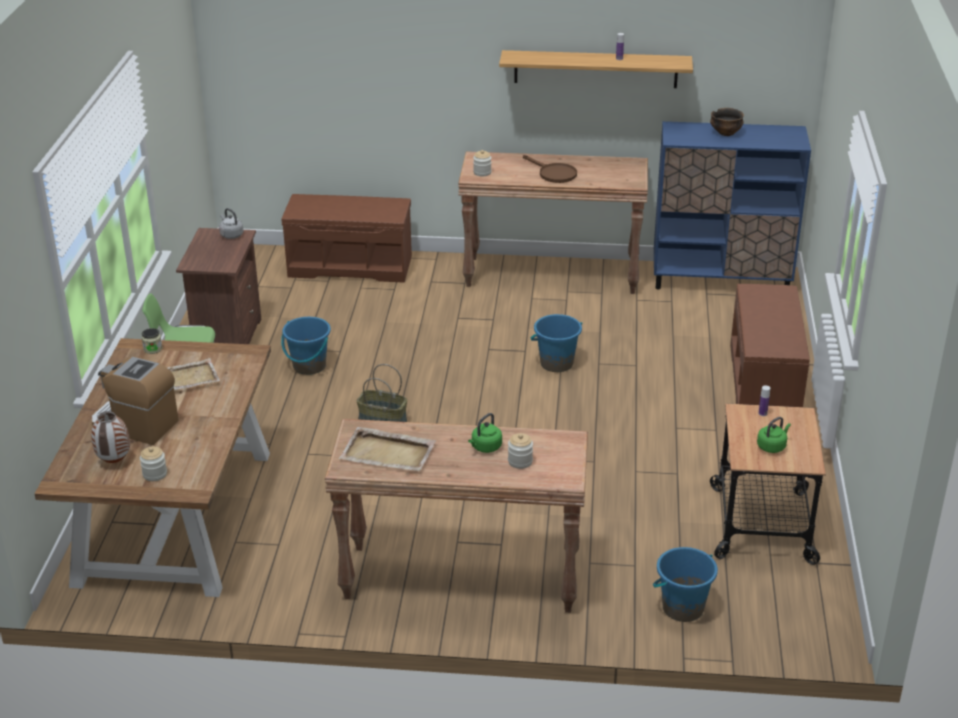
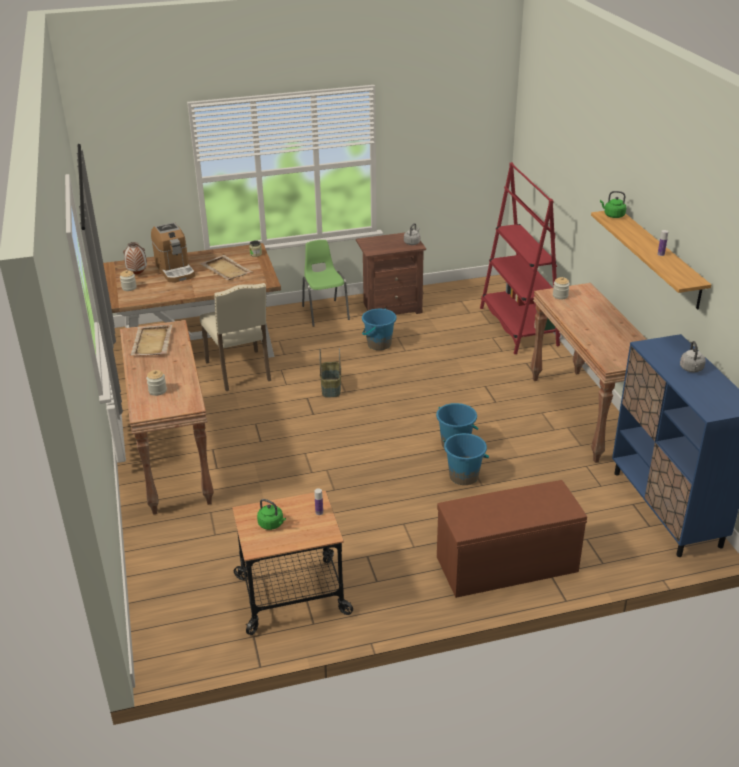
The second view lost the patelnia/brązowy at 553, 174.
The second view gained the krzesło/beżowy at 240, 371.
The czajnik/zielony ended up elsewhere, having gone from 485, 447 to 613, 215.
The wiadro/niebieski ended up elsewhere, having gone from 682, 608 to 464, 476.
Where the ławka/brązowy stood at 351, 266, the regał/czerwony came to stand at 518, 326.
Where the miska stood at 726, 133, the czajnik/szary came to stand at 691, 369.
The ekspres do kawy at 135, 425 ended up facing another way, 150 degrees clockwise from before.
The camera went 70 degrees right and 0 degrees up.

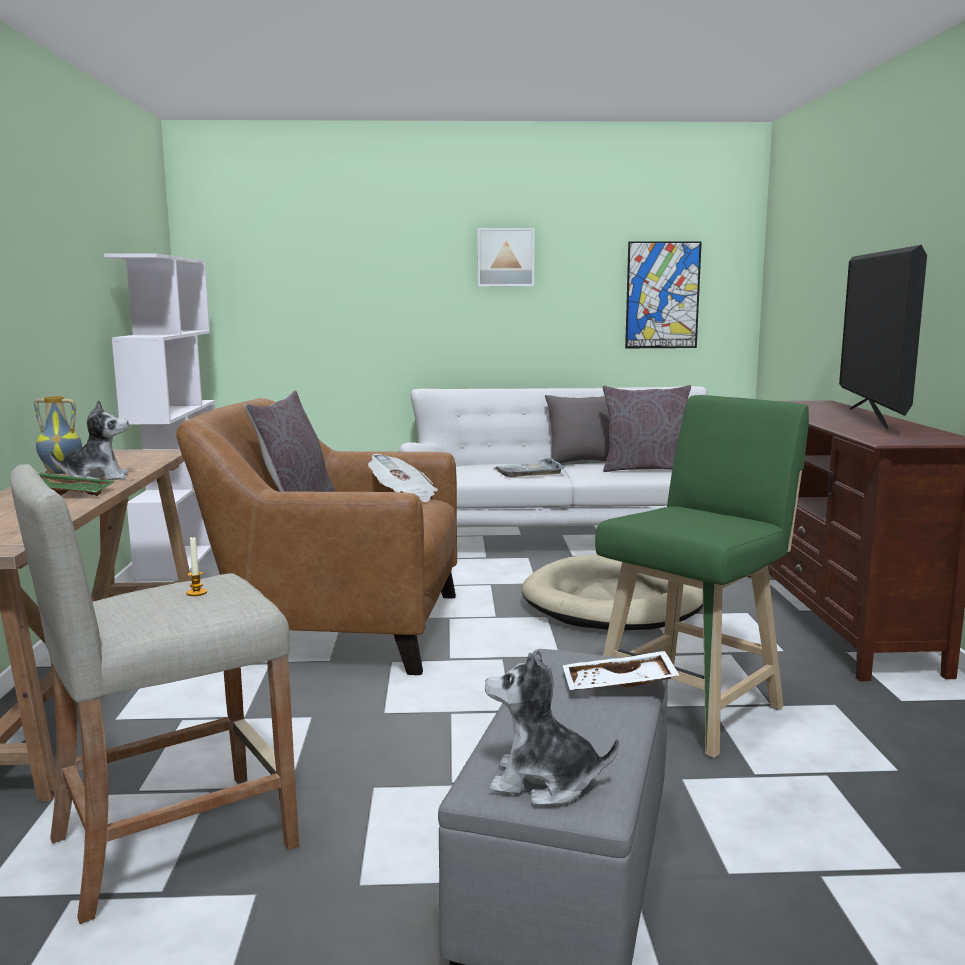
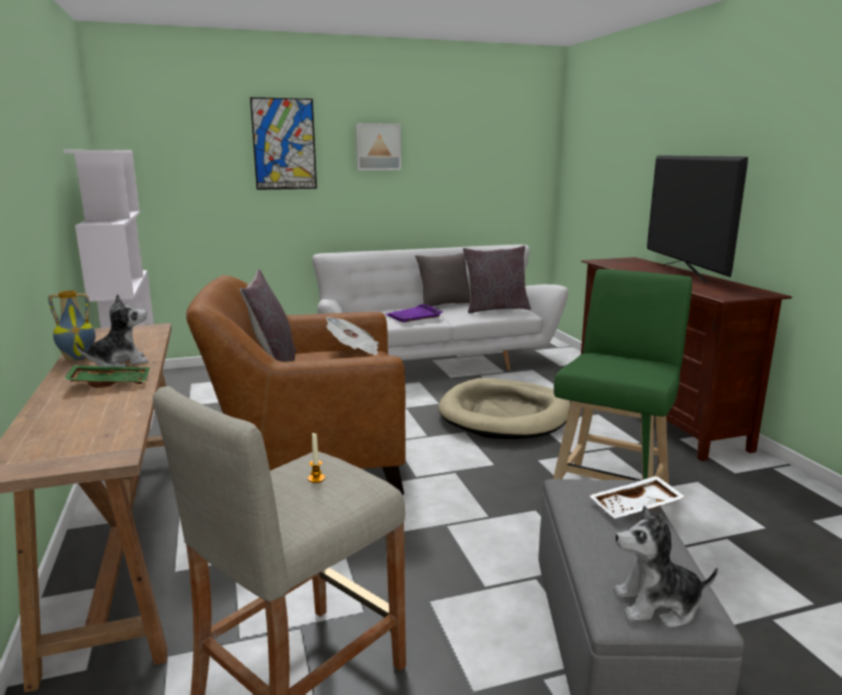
The obraz ended up elsewhere, having gone from 662, 295 to 284, 144.
What was the taca/szary at 529, 471 turned into the taca/fioletowy at 414, 316.
The camera went 15 degrees left and 5 degrees up.

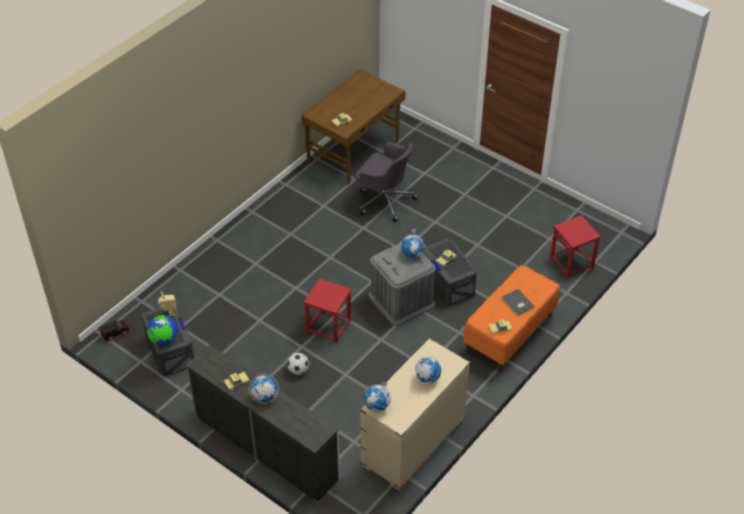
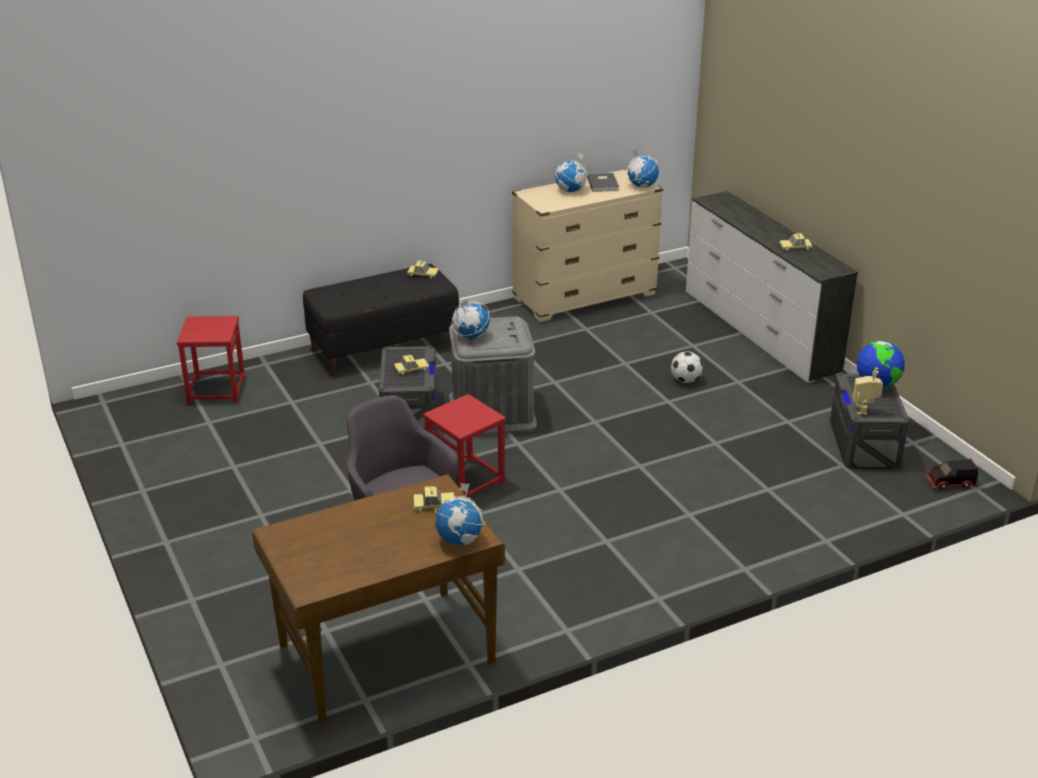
The globus ended up elsewhere, having gone from 264, 397 to 460, 539.
The stołek/czerwony ended up elsewhere, having gone from 328, 326 to 466, 480.
The książka/szary ended up elsewhere, having gone from 517, 303 to 603, 183.
What was the ławka/pomarańczowy at 509, 333 turned into the ławka/czarny at 384, 347.
The camera went 155 degrees left and 15 degrees down.

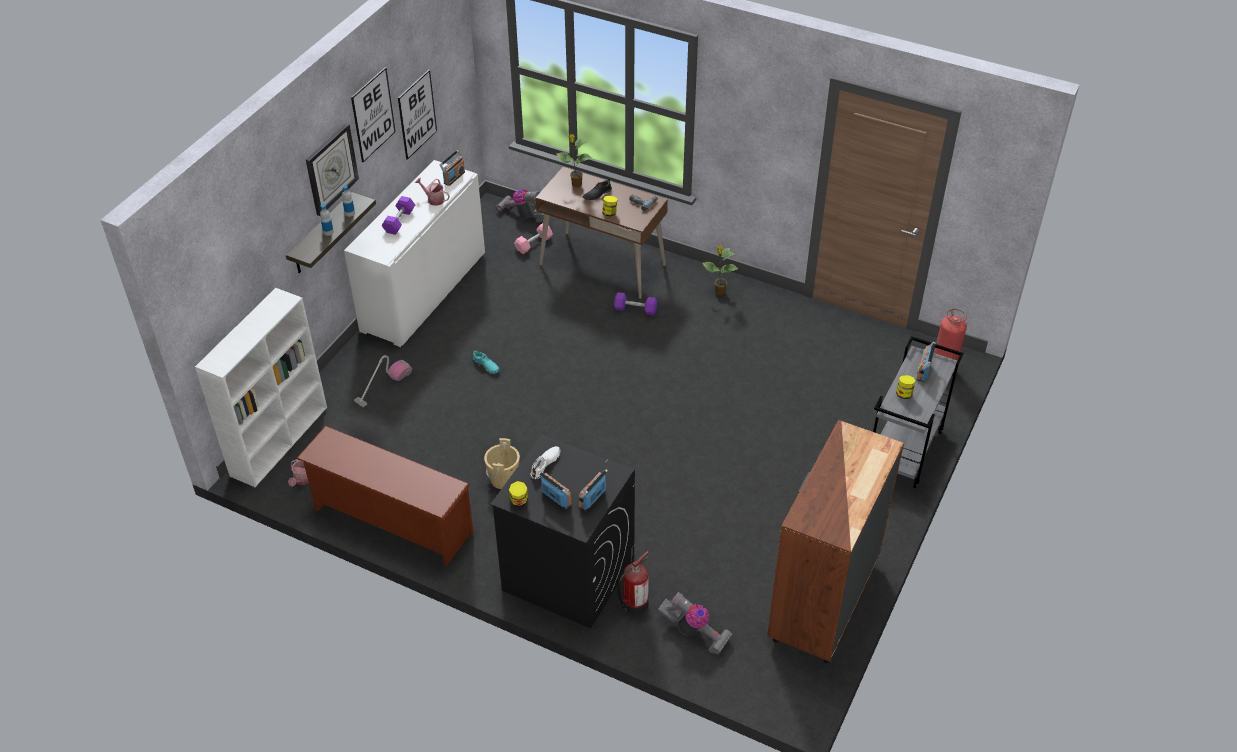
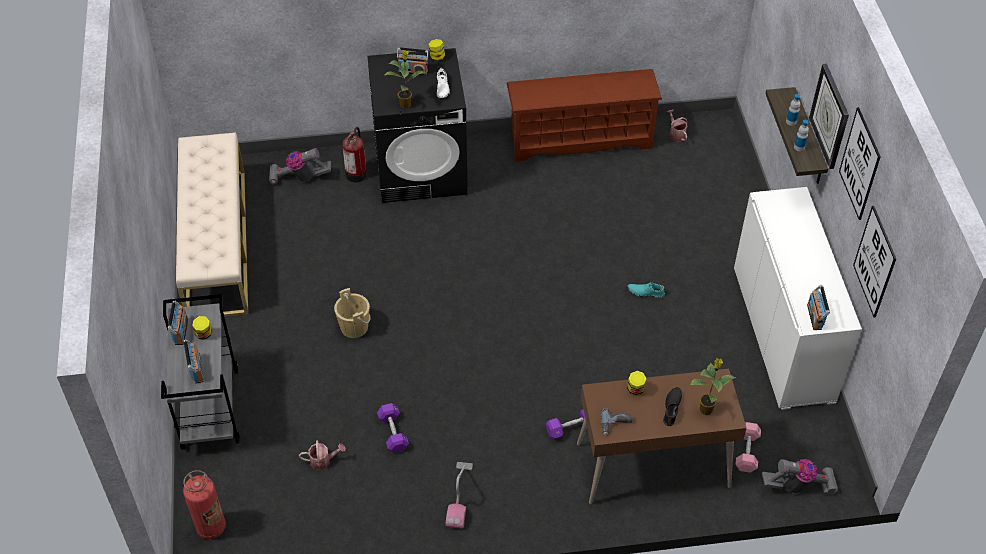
The second view lost the regał/biały at 280, 440.
The odkurzacz ended up elsewhere, having gone from 383, 386 to 459, 496.
The hantel/fioletowy ended up elsewhere, having gone from 399, 221 to 393, 432.
The konewka ended up elsewhere, having gone from 433, 199 to 323, 460.
The wiadro/beżowy ended up elsewhere, having gone from 504, 478 to 354, 327.
The radio ended up elsewhere, having gone from 592, 498 to 181, 332.
The roślina doniczkowa ended up elsewhere, having gone from 719, 292 to 406, 104.
Where the komoda/brązowy stood at 822, 601, the ławka/beżowy came to stand at 216, 243.
The camera went 145 degrees right and 5 degrees up.

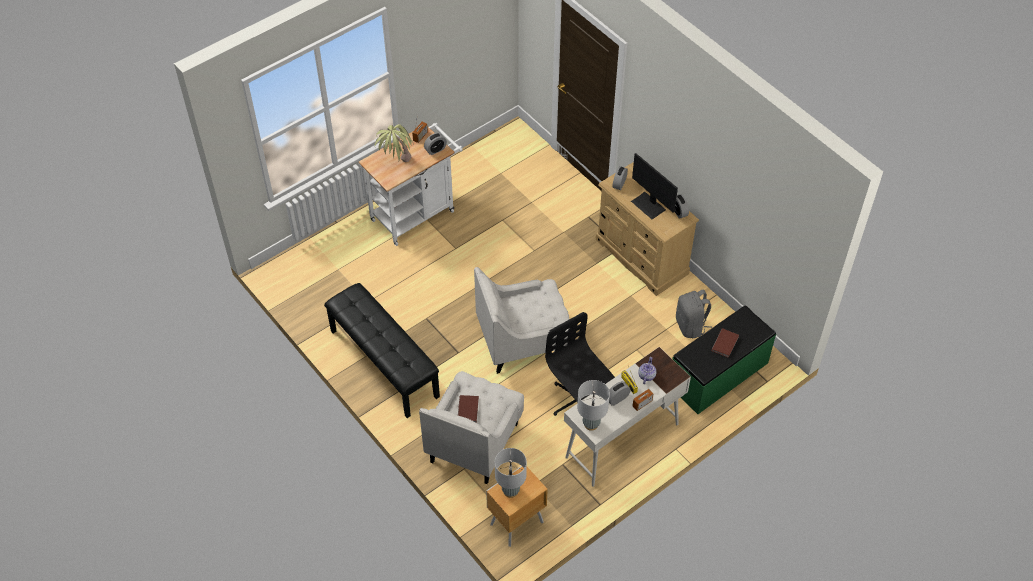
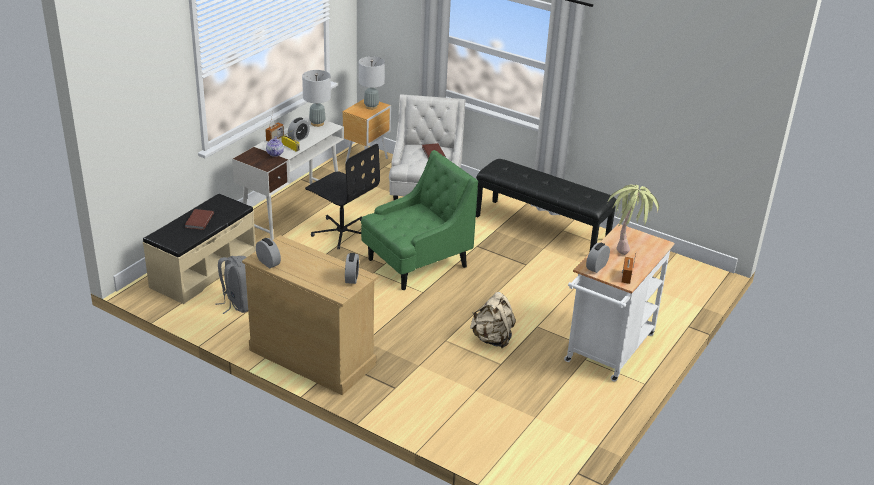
The second view lost the monitor at 649, 205.
The second view gained the plecak/beżowy at 492, 339.
What was the fotel/biały at 524, 341 turned into the fotel/zielony at 416, 263.
What was the ławka/zielony at 719, 374 turned into the ławka/beżowy at 203, 270.
The camera went 160 degrees right and 20 degrees down.

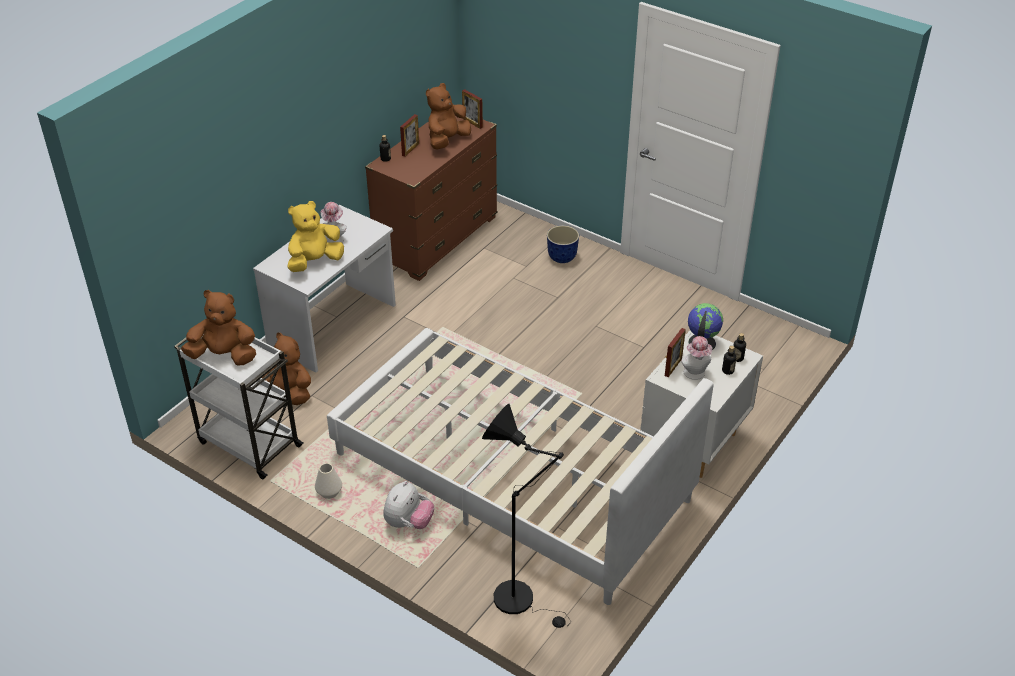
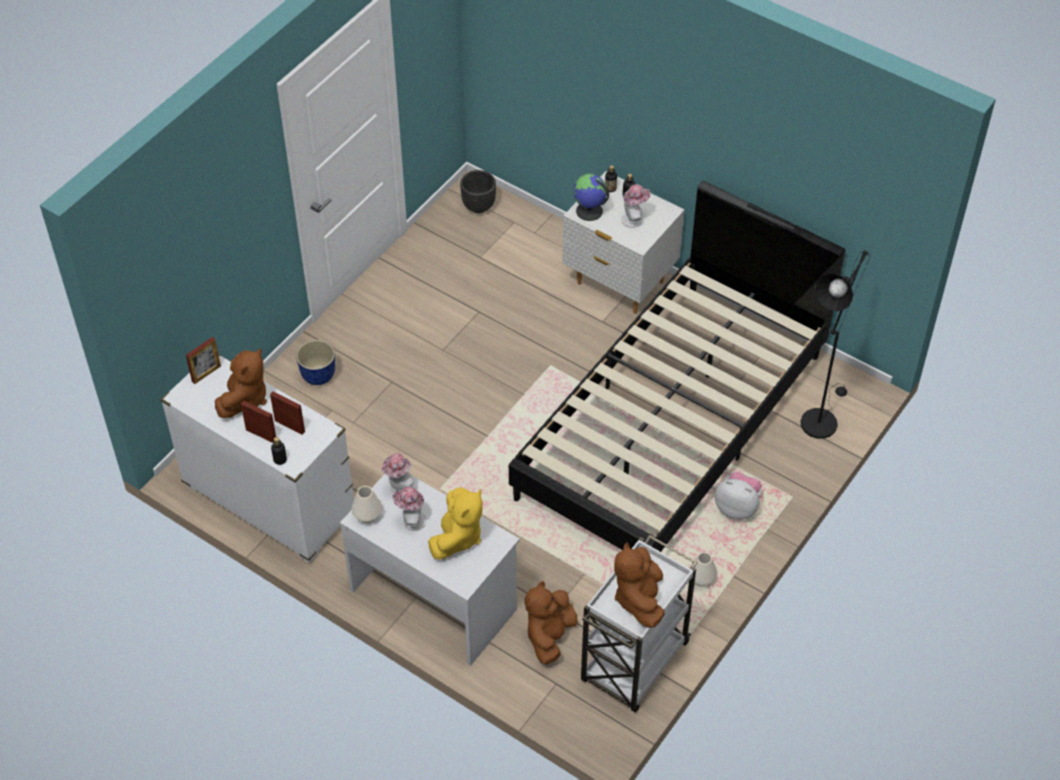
The second view gained the wazon/biały at 367, 515.
The second view gained the kapelusz at 399, 488.
The second view gained the donica/czarny at 479, 206.
The ramka na zdjęcie ended up elsewhere, having gone from 673, 367 to 289, 426.
What was the łóżko/biały at 511, 477 turned into the łóżko/czarny at 671, 425.
What was the komoda/brązowy at 437, 239 turned into the komoda/biały at 269, 500.
The pluszak/żółty at 315, 262 ended up facing another way, 120 degrees counterclockwise from before.
The pluszak/brązowy at 447, 140 ended up facing another way, 105 degrees counterclockwise from before.
The camera went 90 degrees left and 10 degrees up.

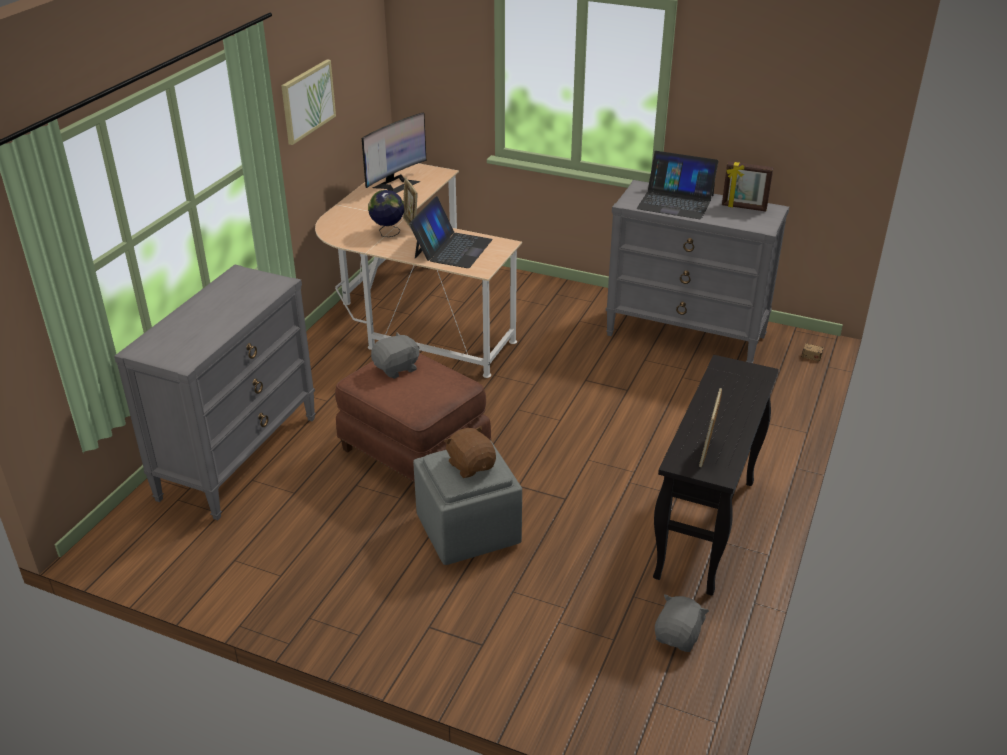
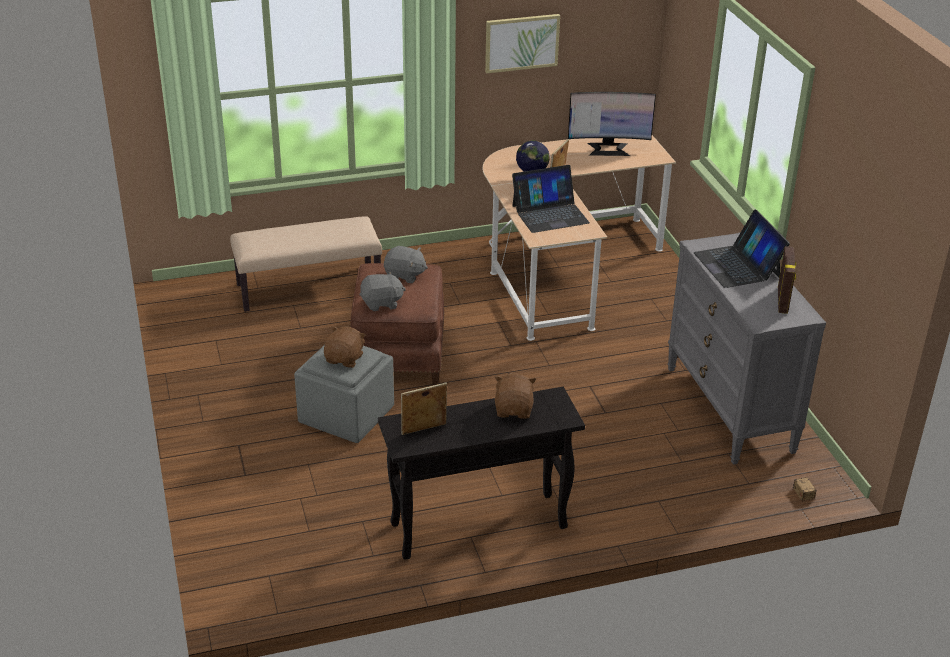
The second view gained the pluszak/brązowy at 514, 410.
The pluszak/szary ended up elsewhere, having gone from 678, 636 to 381, 303.
Where the komoda/szary stood at 239, 456, the ławka/beżowy came to stand at 309, 288.
The ramka na zdjęcie at 744, 207 ended up facing another way, 150 degrees counterclockwise from before.
The camera went 50 degrees right and 0 degrees up.

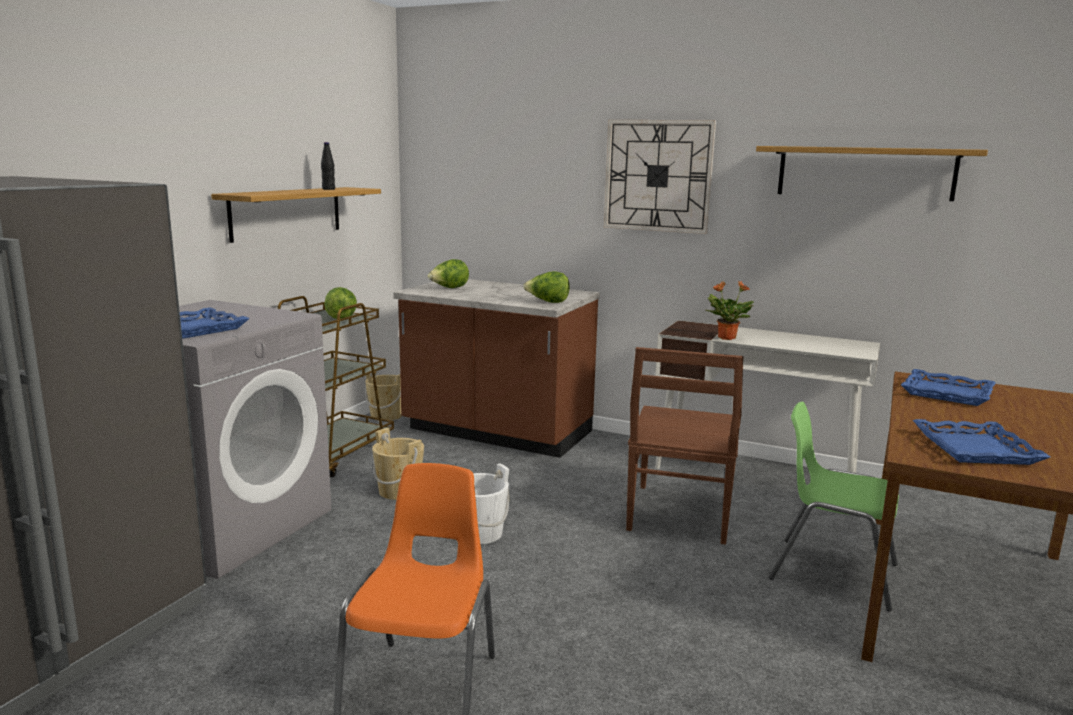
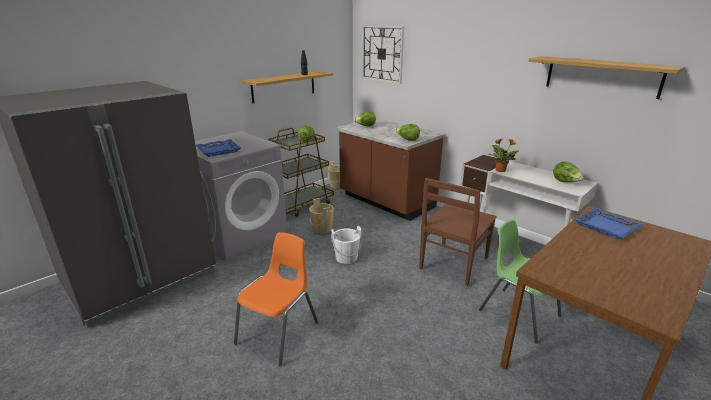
The second view lost the taca/niebieski at 976, 449.
The second view gained the sałata at 565, 182.
The zegar ścienny ended up elsewhere, having gone from 658, 176 to 382, 53.
The camera went 20 degrees right and 10 degrees up.

